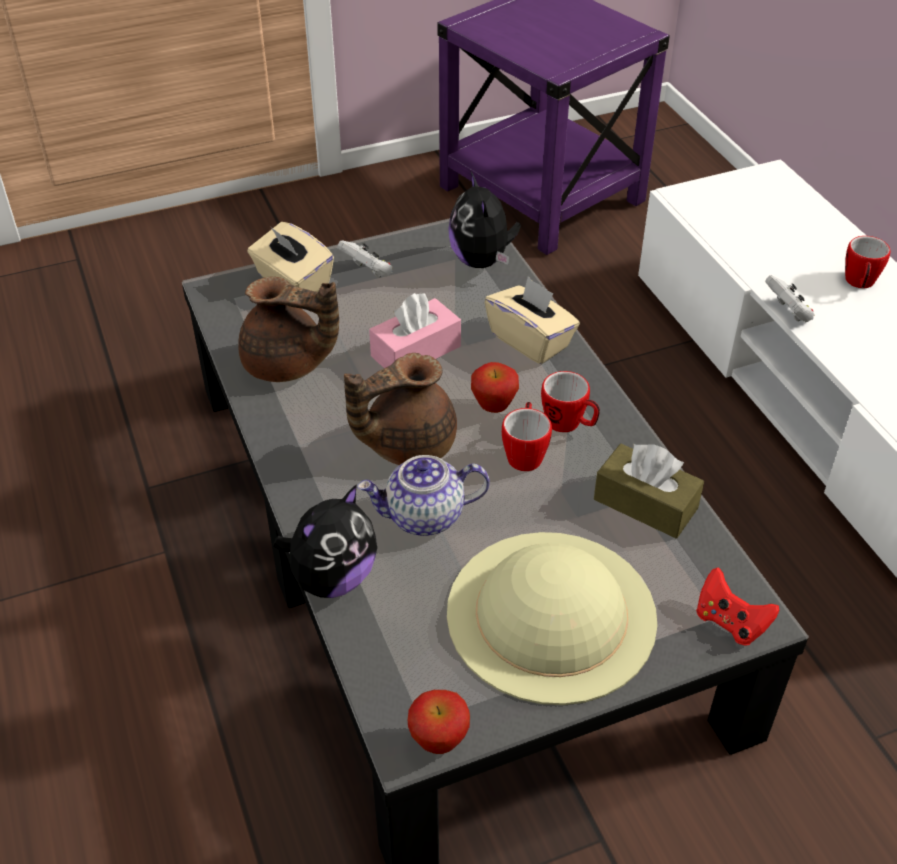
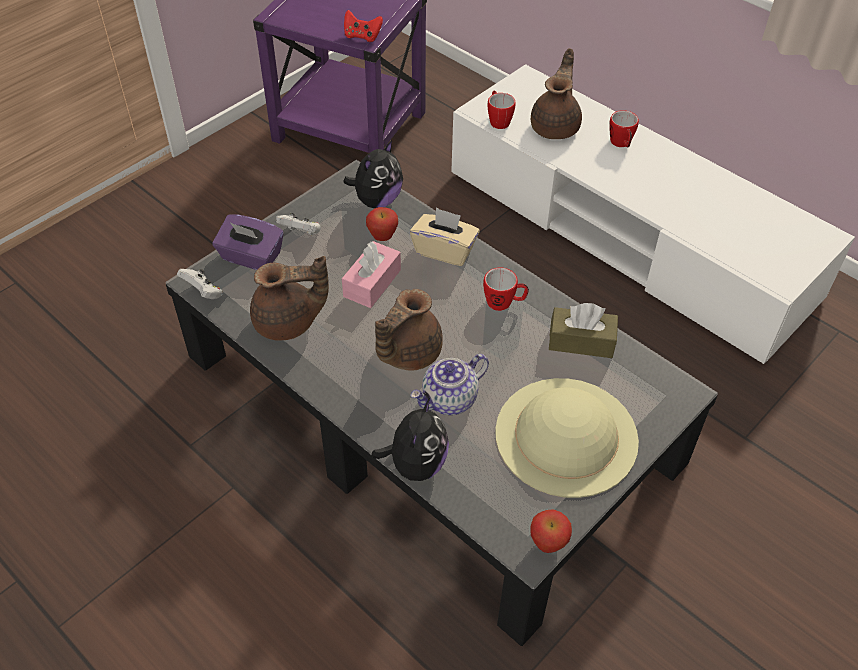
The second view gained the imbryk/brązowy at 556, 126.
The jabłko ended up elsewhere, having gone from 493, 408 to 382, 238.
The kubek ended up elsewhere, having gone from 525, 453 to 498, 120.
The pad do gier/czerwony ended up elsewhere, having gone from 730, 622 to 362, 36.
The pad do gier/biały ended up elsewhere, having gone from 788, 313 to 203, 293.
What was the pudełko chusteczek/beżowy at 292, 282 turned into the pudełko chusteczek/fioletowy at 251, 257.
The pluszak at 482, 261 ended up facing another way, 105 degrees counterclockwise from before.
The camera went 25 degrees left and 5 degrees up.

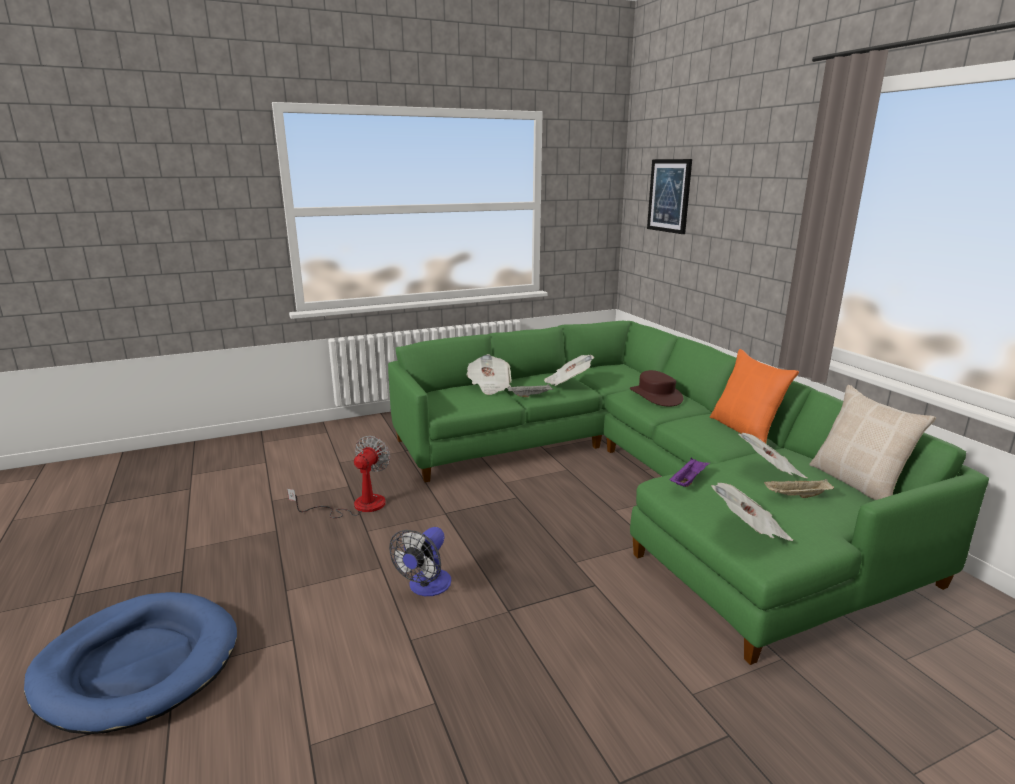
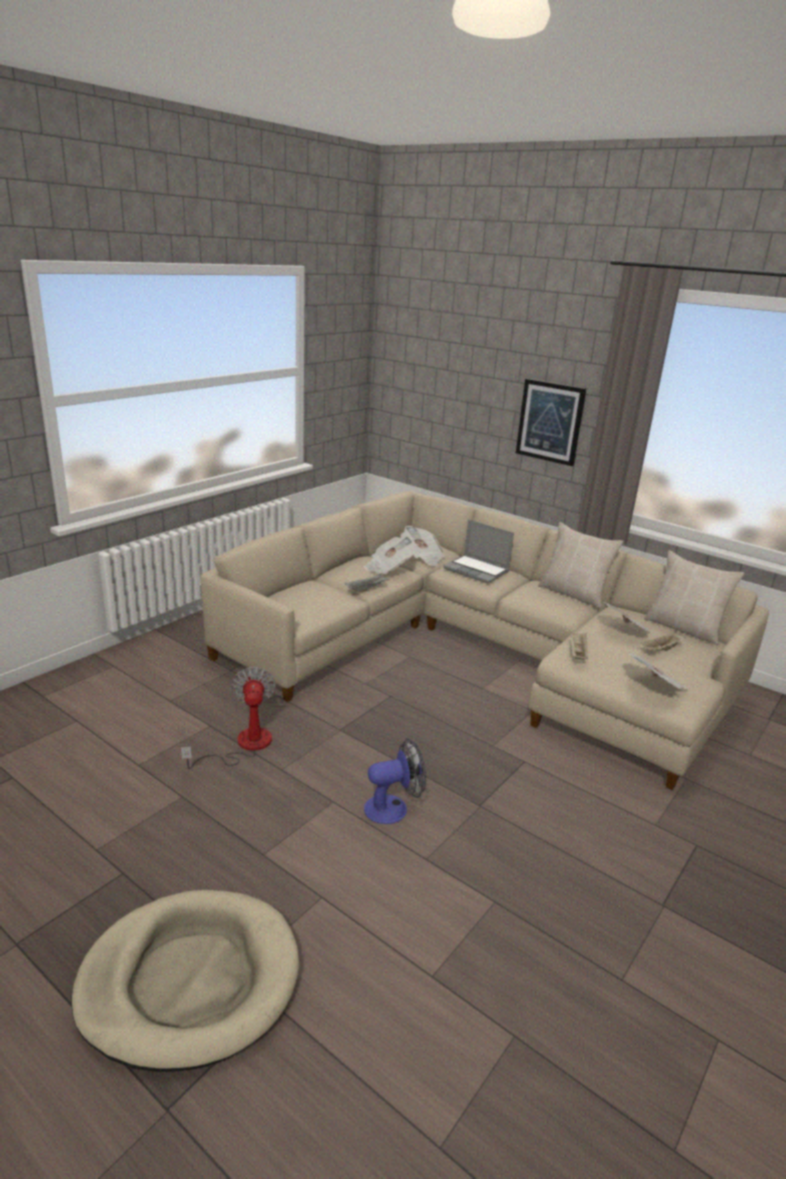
The gazeta ended up elsewhere, having gone from 489, 386 to 422, 557.
The obraz ended up elsewhere, having gone from 669, 196 to 550, 422.
Where the kapelusz/brązowy stood at 656, 396, the laptop came to stand at 477, 570.
What was the legowisko/niebieski at 138, 664 turned into the legowisko/beżowy at 190, 980.
What was the kanapa/zielony at 639, 479 turned into the kanapa/beżowy at 477, 652.
What was the taca/fioletowy at 688, 481 turned into the taca/beżowy at 577, 653.
What was the poduszka/pomarańczowy at 745, 430 turned into the poduszka/beżowy at 574, 594.
The wentylator at 426, 587 ended up facing another way, 105 degrees counterclockwise from before.
The camera went 30 degrees left and 5 degrees up.

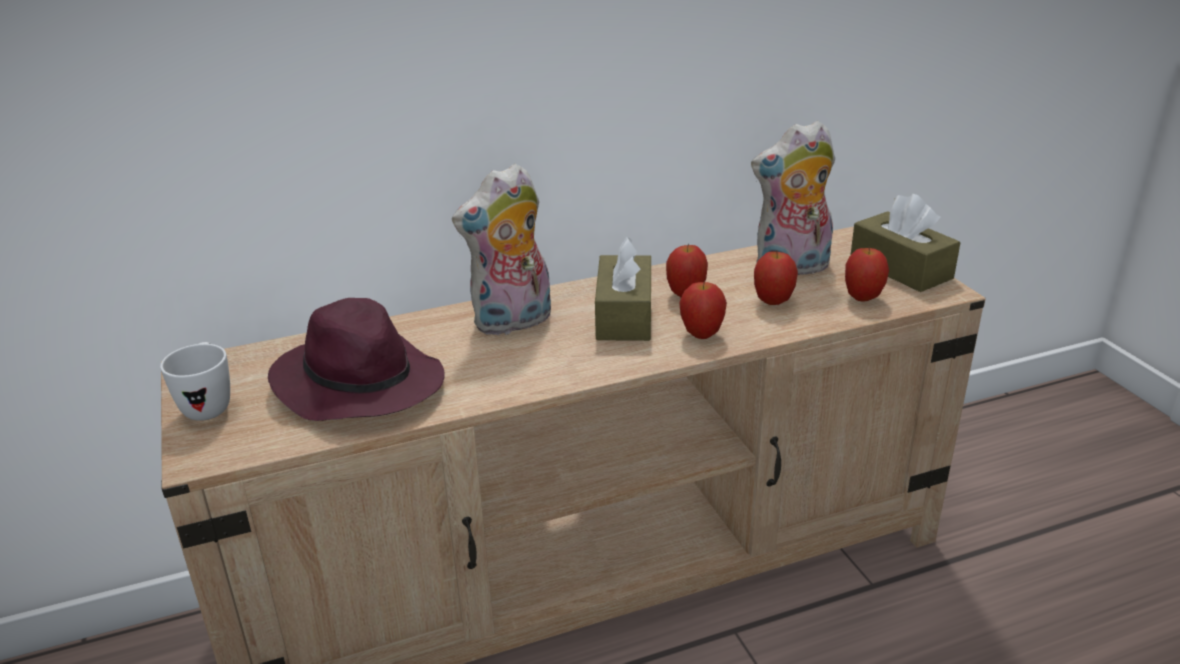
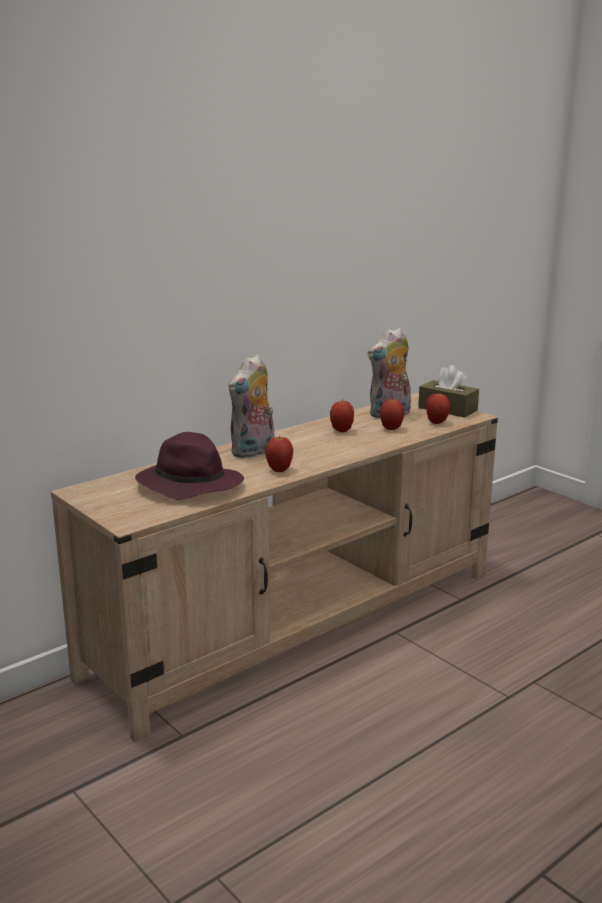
The second view lost the kubek/biały at 209, 405.
The second view lost the pudełko chusteczek/brązowy at 624, 315.
The jabłko ended up elsewhere, having gone from 701, 334 to 279, 470.
The camera went 20 degrees left and 10 degrees down.

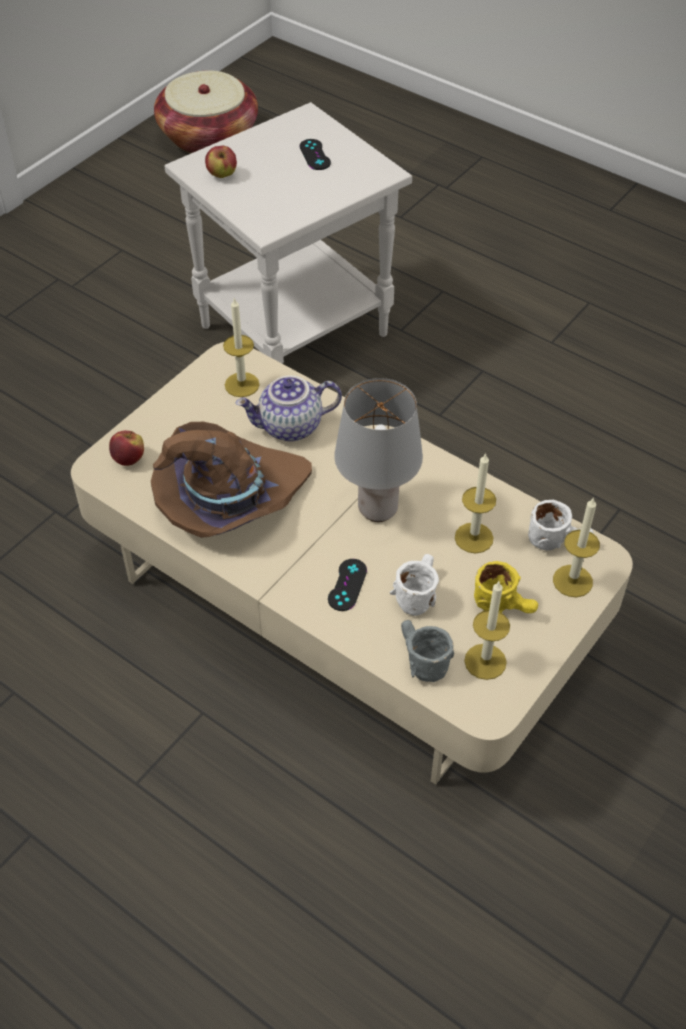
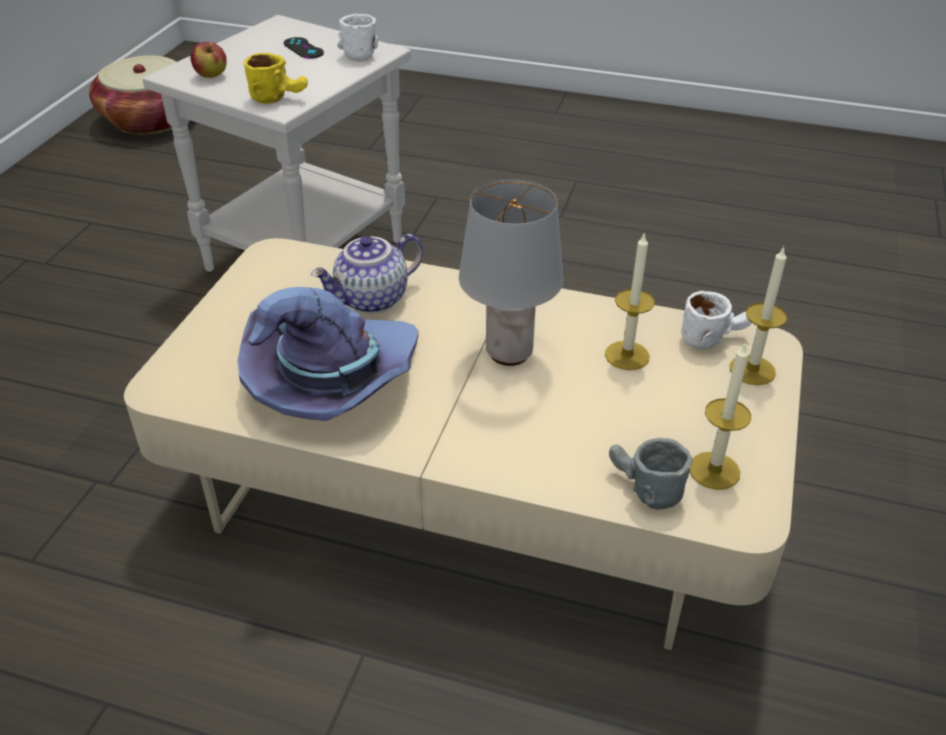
The second view lost the jabłko at 129, 459.
The second view lost the świeca at 242, 384.
The second view lost the pad do gier/czarny at 347, 585.
The kubek/biały ended up elsewhere, having gone from 416, 592 to 358, 51.
The kubek/żółty ended up elsewhere, having gone from 505, 605 to 280, 97.
What was the kapelusz/brązowy at 228, 497 turned into the kapelusz/fioletowy at 333, 380.
The camera went 20 degrees left and 10 degrees down.

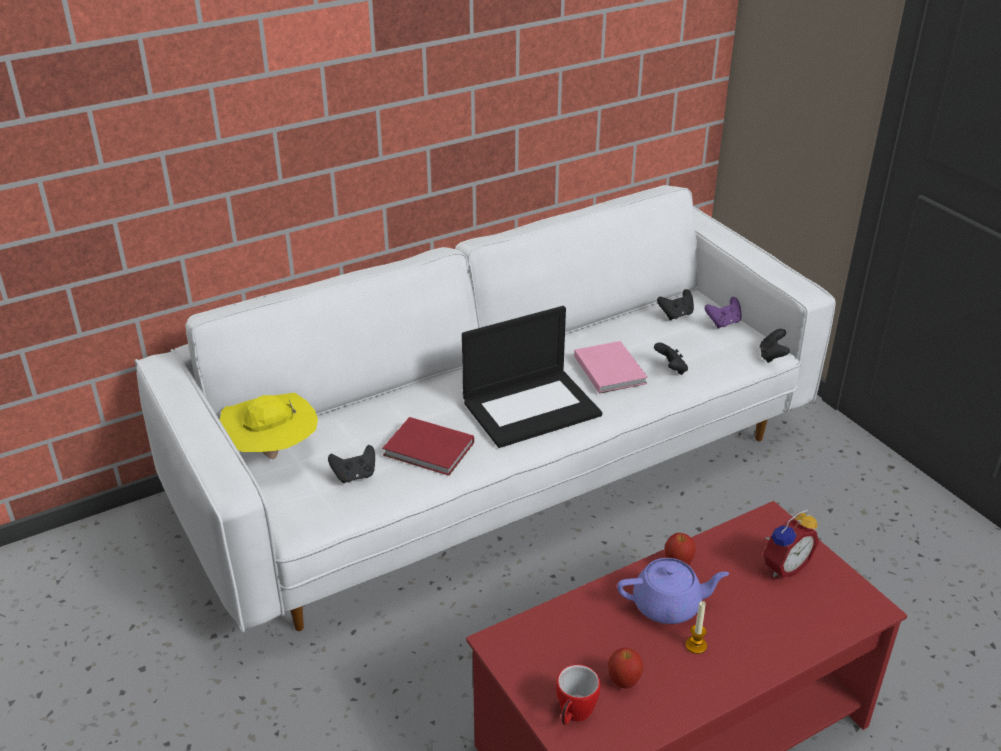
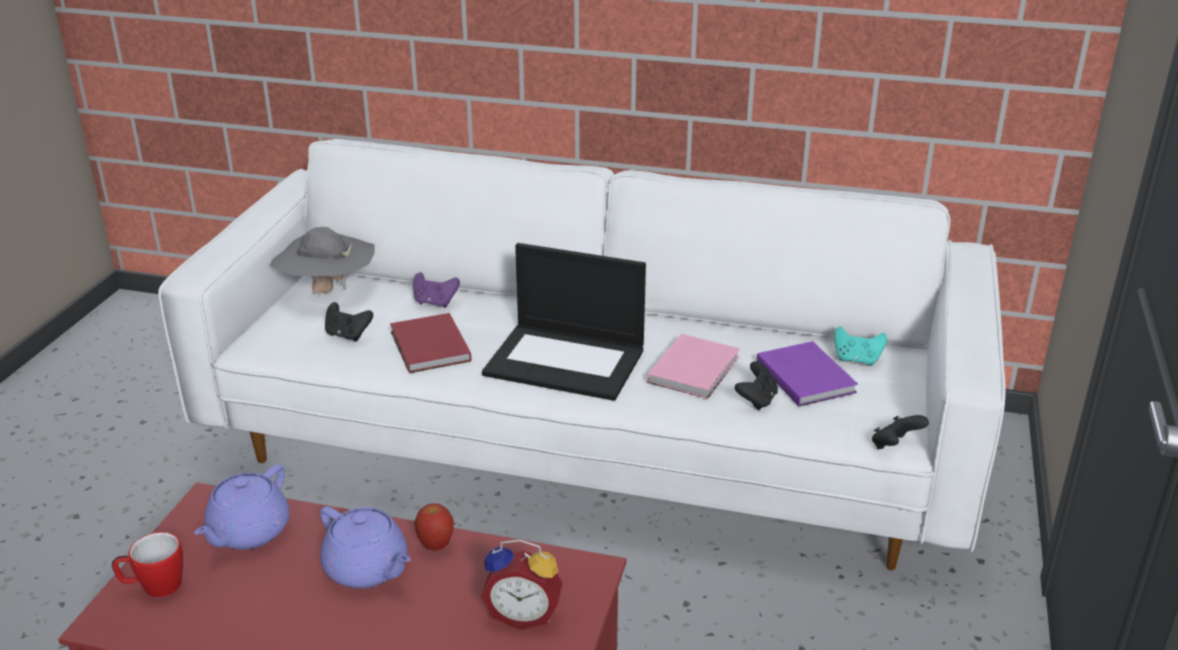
The second view lost the jabłko at 624, 682.
The second view lost the świeca at 696, 645.
The second view gained the imbryk/fioletowy at 248, 532.
The second view gained the książka/fioletowy at 805, 376.
The pad do gier/fioletowy ended up elsewhere, having gone from 723, 323 to 435, 303.
What was the kapelusz/żółty at 272, 453 turned into the kapelusz/szary at 327, 291.
What was the pad do gier/czarny at 676, 315 turned into the pad do gier/turkusowy at 857, 360.
The camera went 45 degrees right and 5 degrees down.

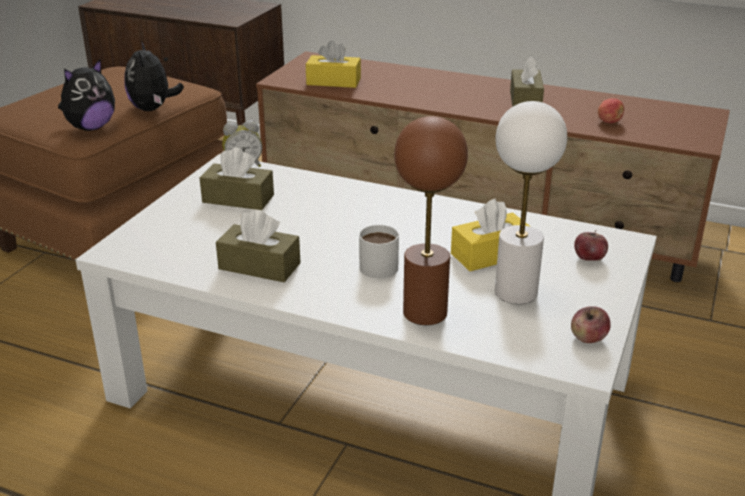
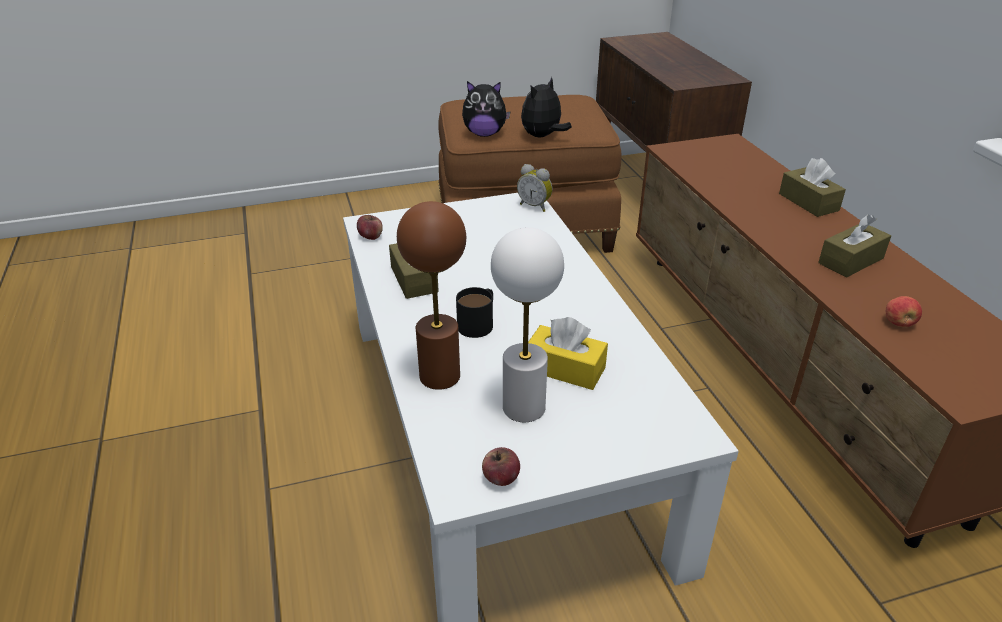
The second view lost the pudełko chusteczek/żółty at 333, 81.
The pudełko chusteczek/brązowy ended up elsewhere, having gone from 238, 199 to 808, 202.
The jabłko ended up elsewhere, having gone from 589, 258 to 371, 237.
What was the kubek/biały at 376, 263 turned into the kubek/czarny at 479, 322.
The camera went 50 degrees right and 5 degrees up.

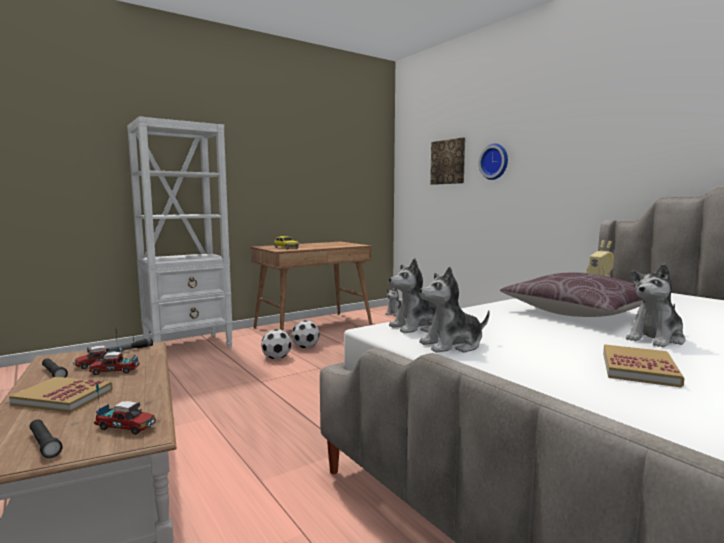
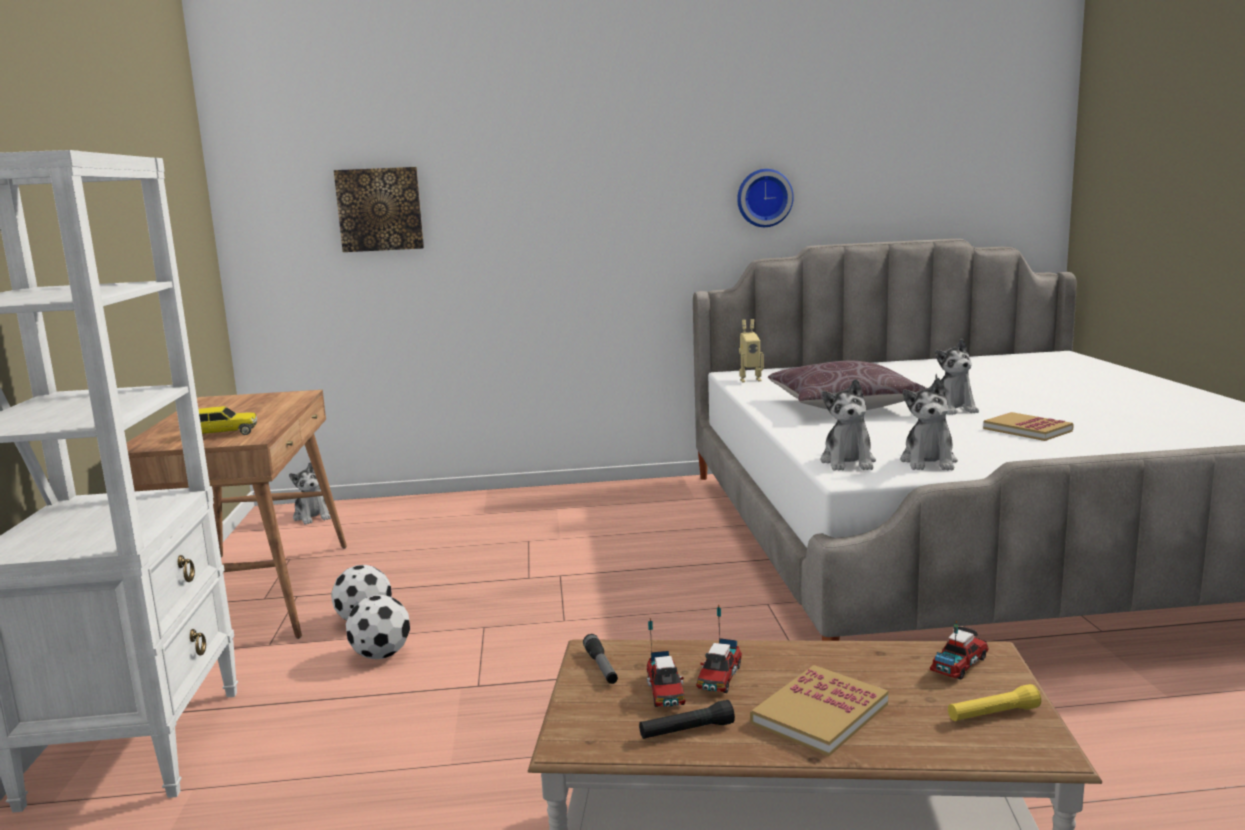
The zegar ścienny ended up elsewhere, having gone from 495, 162 to 764, 198.
What was the latarka/czarny at 44, 444 turned into the latarka/żółty at 993, 714.
The camera went 60 degrees left and 5 degrees up.

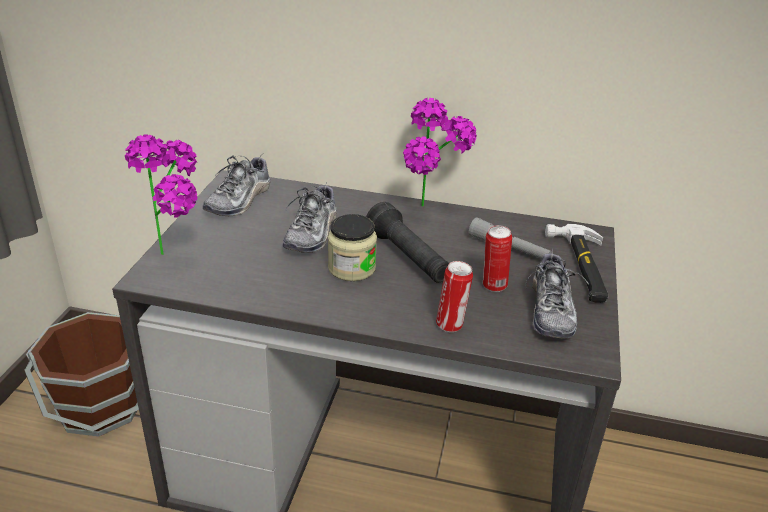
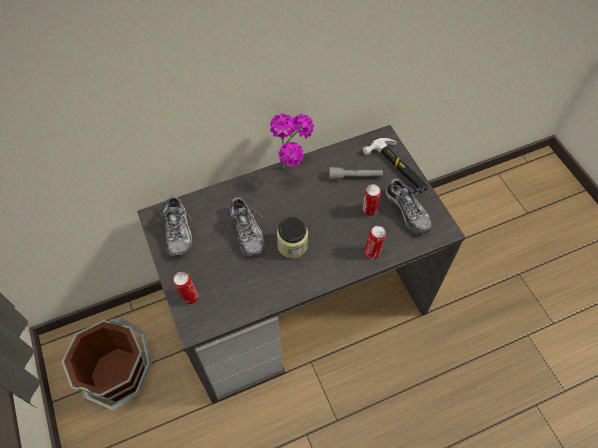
The second view lost the latarka/czarny at 408, 258.
Where the roślina doniczkowa stood at 179, 252, the puszka came to stand at 189, 297.
The camera went 35 degrees left and 25 degrees up.

